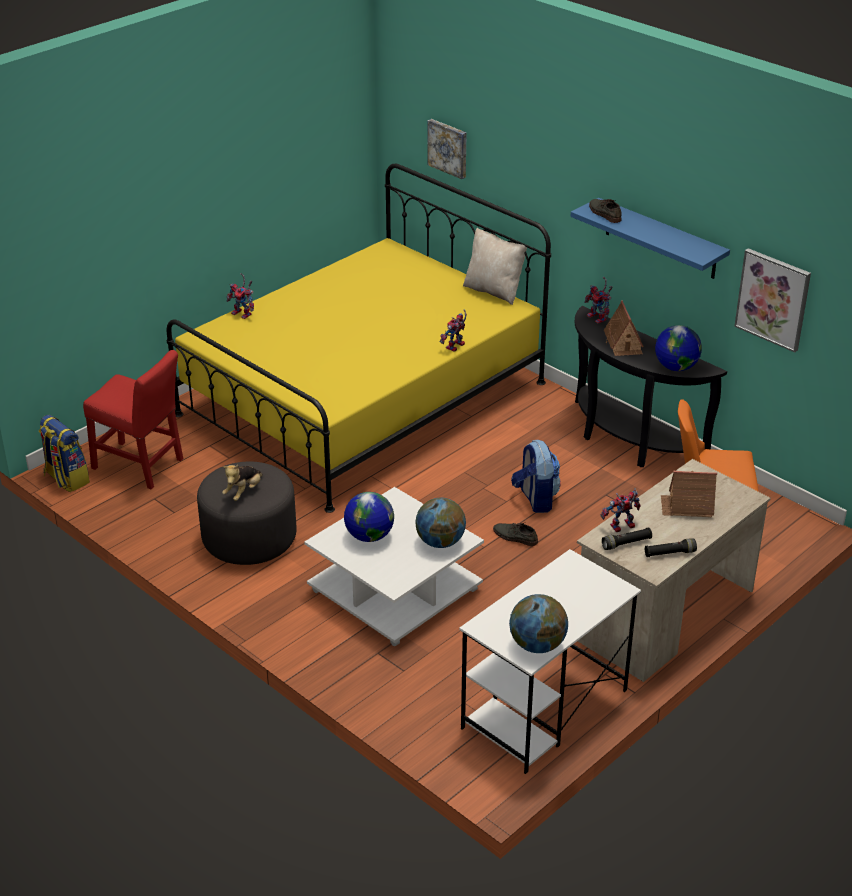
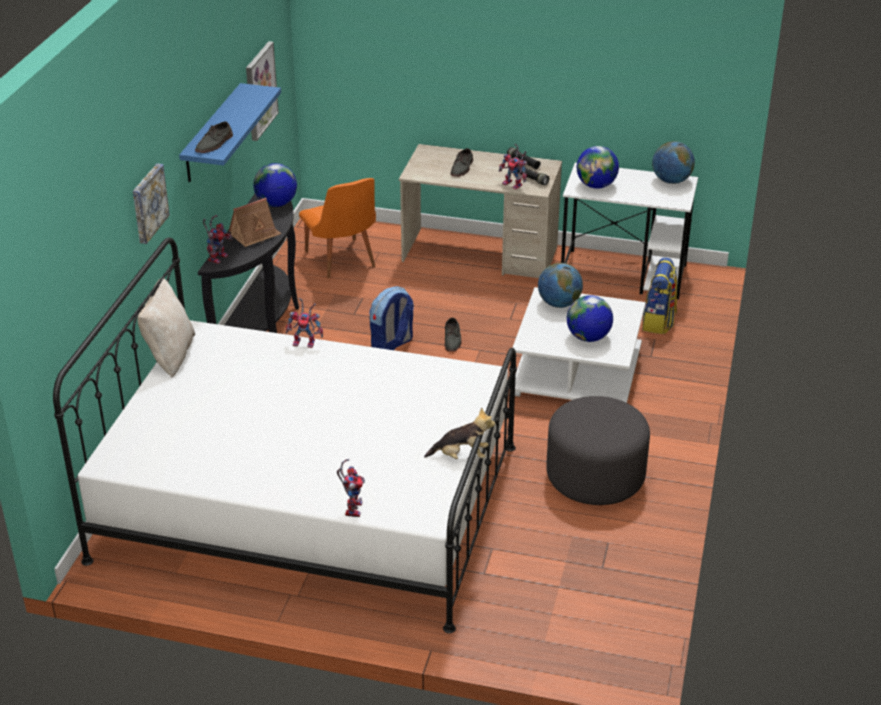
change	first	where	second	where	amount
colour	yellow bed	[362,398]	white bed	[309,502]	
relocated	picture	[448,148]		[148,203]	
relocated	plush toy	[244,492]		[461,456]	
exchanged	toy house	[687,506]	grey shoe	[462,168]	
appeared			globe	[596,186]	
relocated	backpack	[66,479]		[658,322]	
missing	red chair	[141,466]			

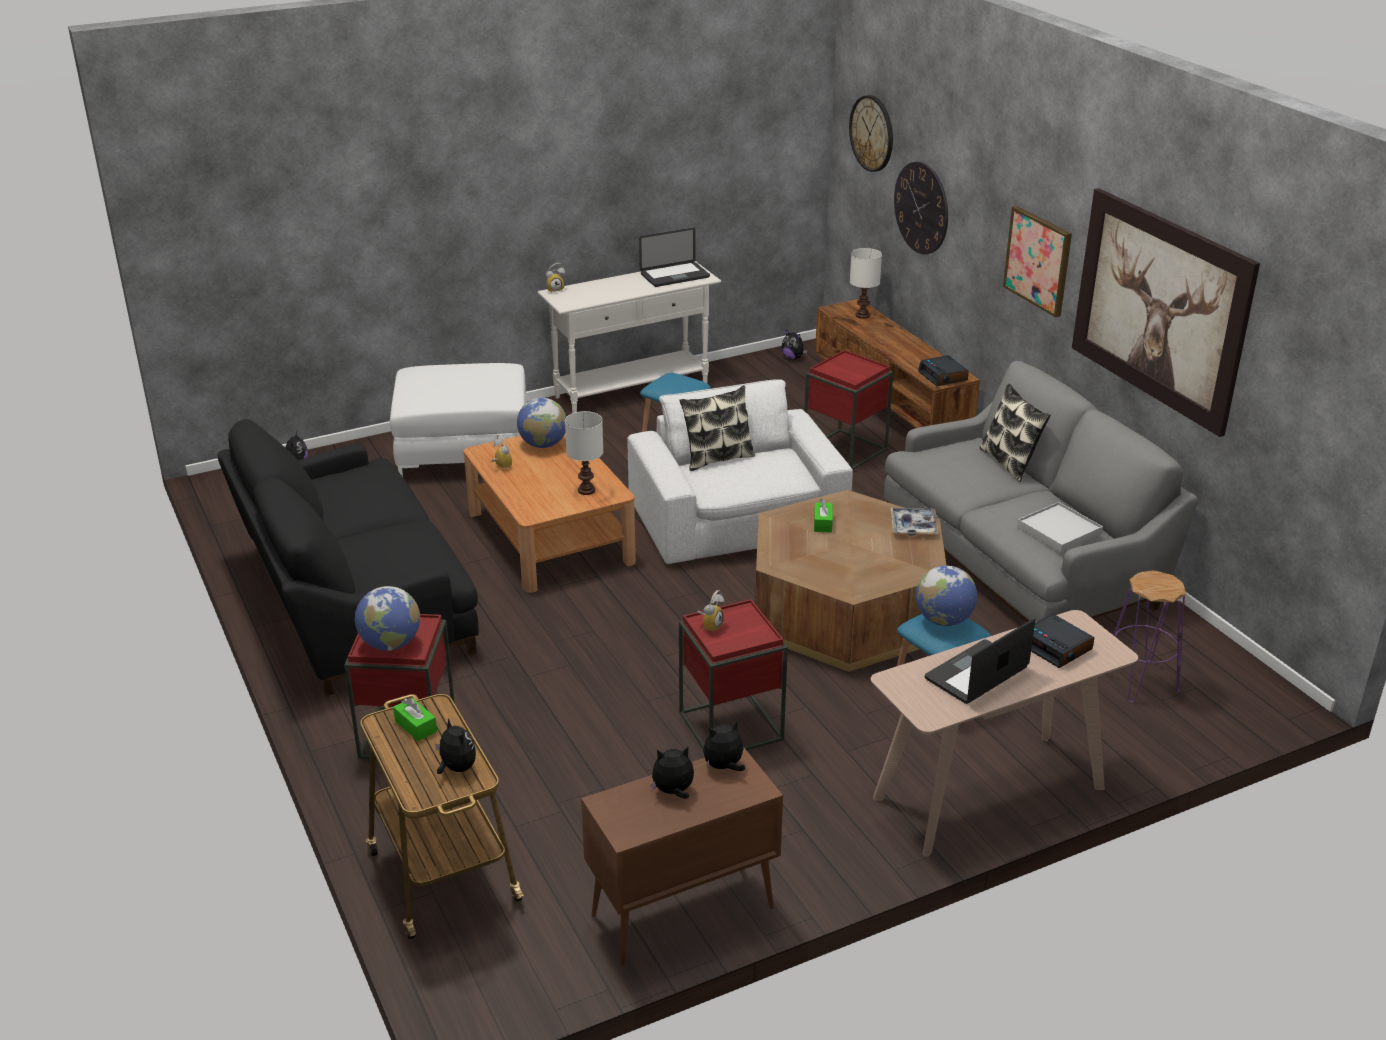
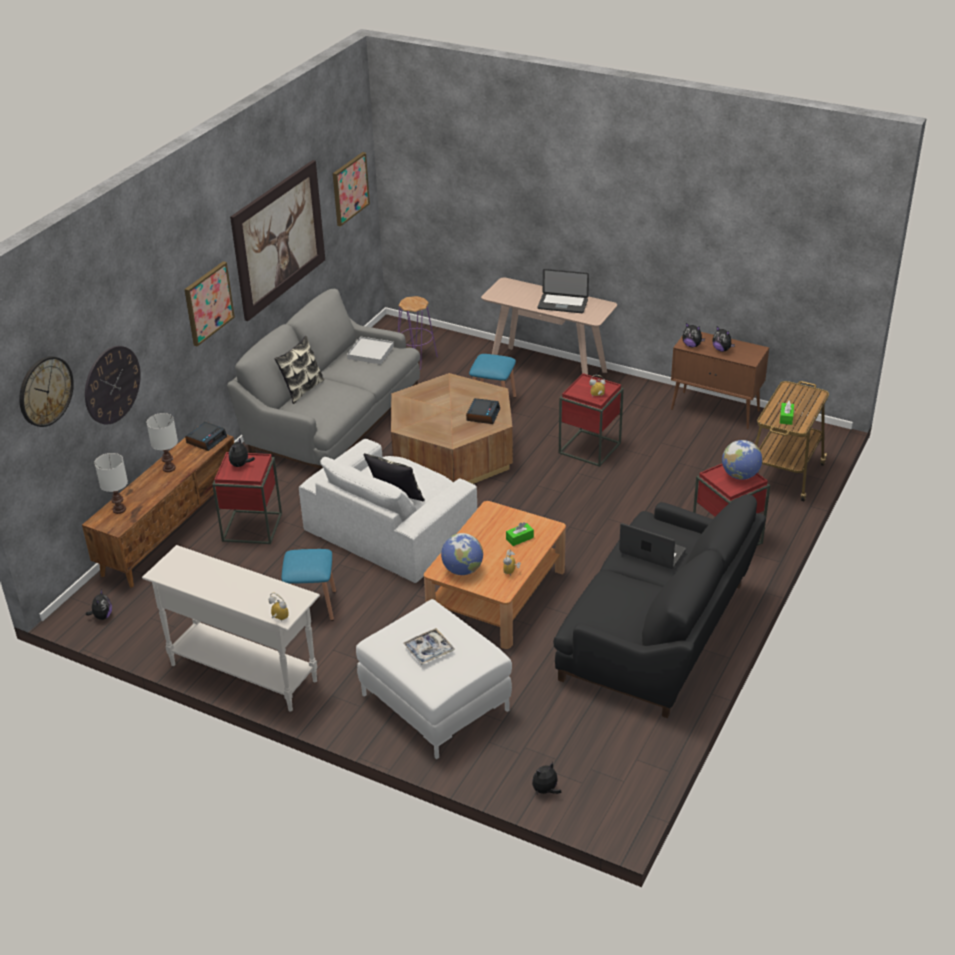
change	first	where	second	where	amount
relocated	white table lamp	[586,490]		[168,468]	
relocated	plush toy	[456,768]		[241,465]	
appeared			picture	[349,188]	
relocated	tray	[913,526]		[429,650]	
relocated	alarm clock	[1056,647]		[483,415]	
relocated	green tissue box	[823,523]		[519,538]	
relocated	laptop	[674,276]		[652,551]	
missing	globe	[943,620]			

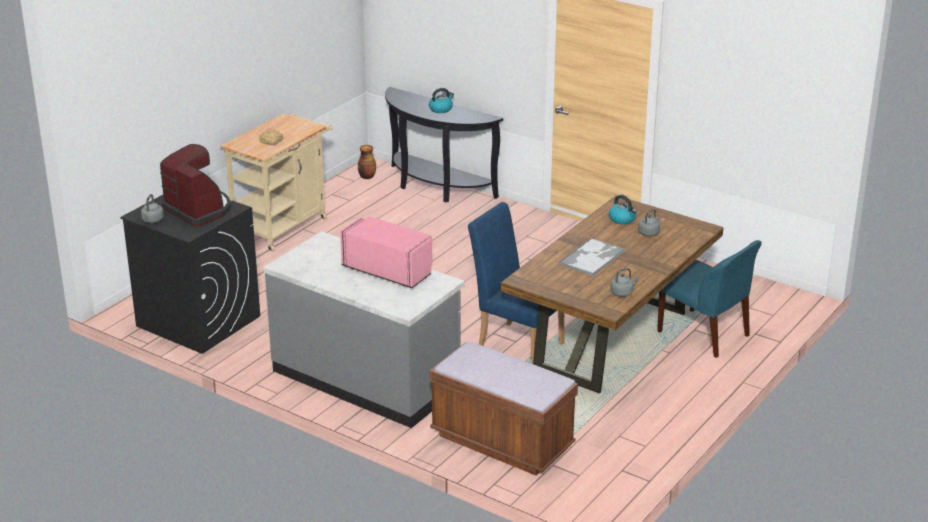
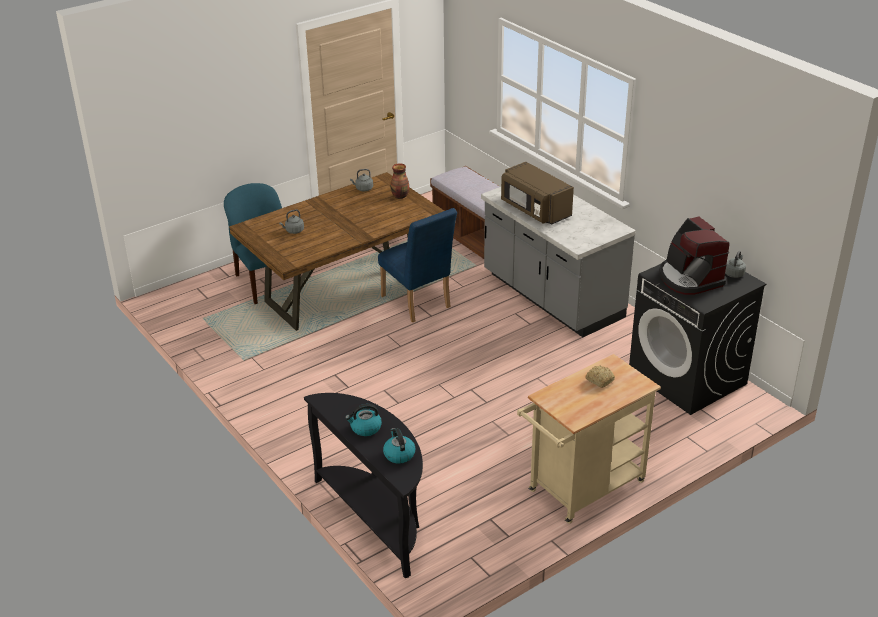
change	first	where	second	where	amount
relocated	kettle	[622,219]		[399,454]	
relocated	vase	[366,177]		[400,196]	
colour	pink microwave	[388,270]	brown microwave	[534,210]	
missing	tray	[592,257]			

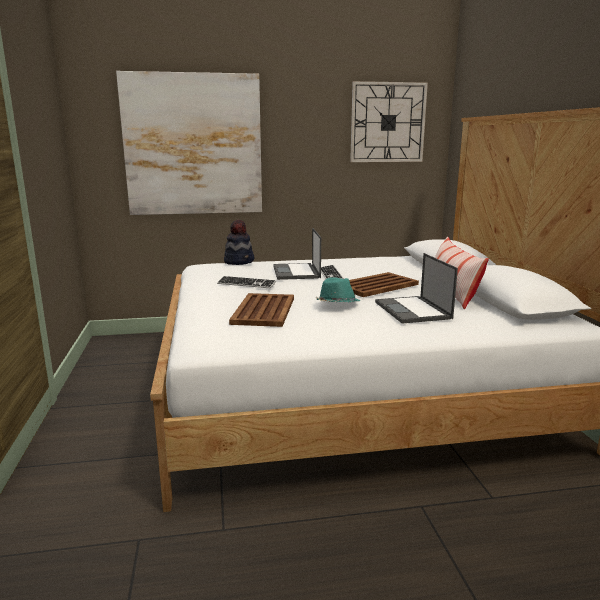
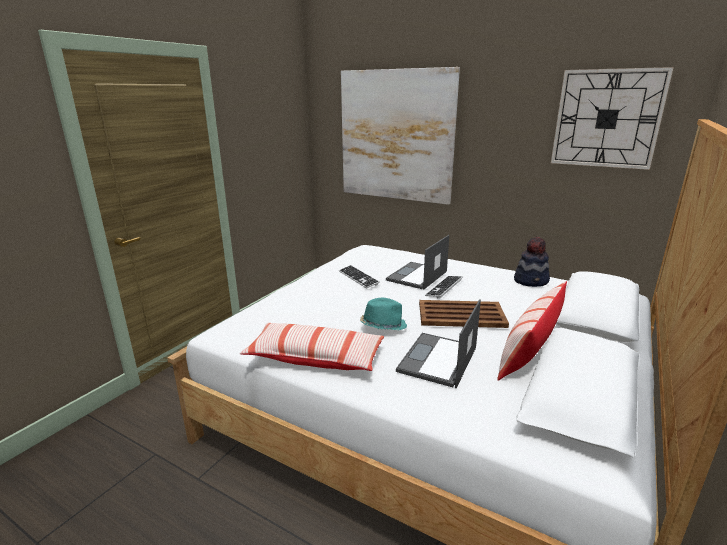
change	first	where	second	where	amount
appeared			pillow	[315,358]	
relocated	hat	[239,261]		[531,281]	
missing	brown tray	[264,310]			

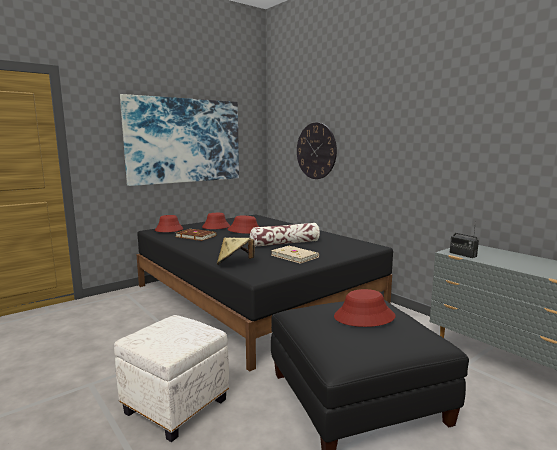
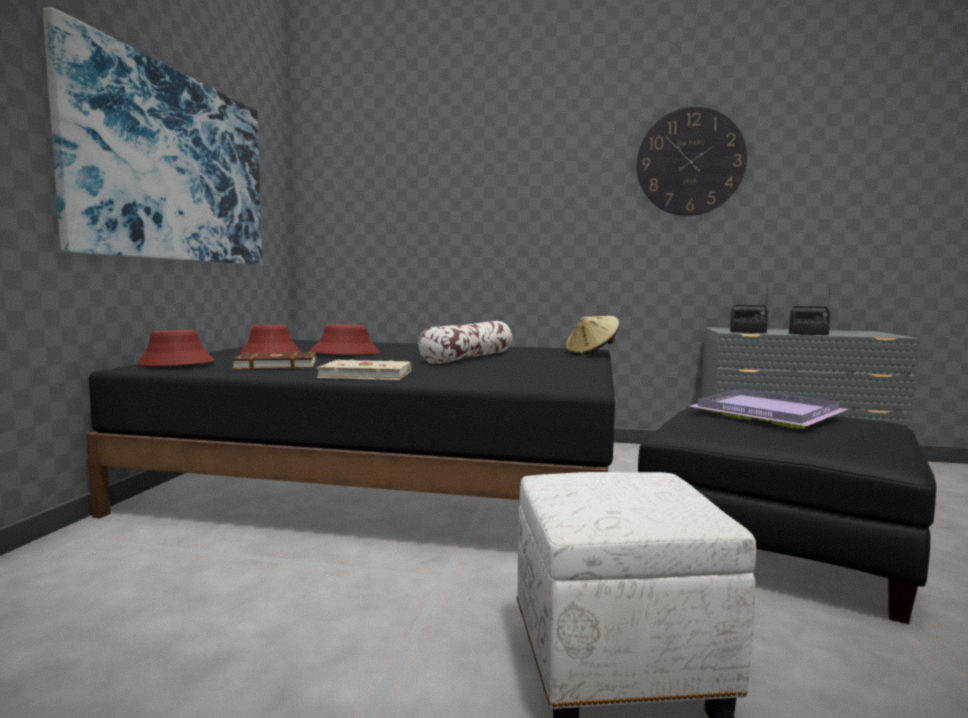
change	first	where	second	where	amount
relocated	beige book	[295,256]		[366,374]	
relocated	beige hat	[234,263]		[592,353]	
relocated	wall clock	[316,151]		[690,162]	
exchanged	red hat	[364,317]	purple tray	[768,413]	
appeared			radio	[808,334]	

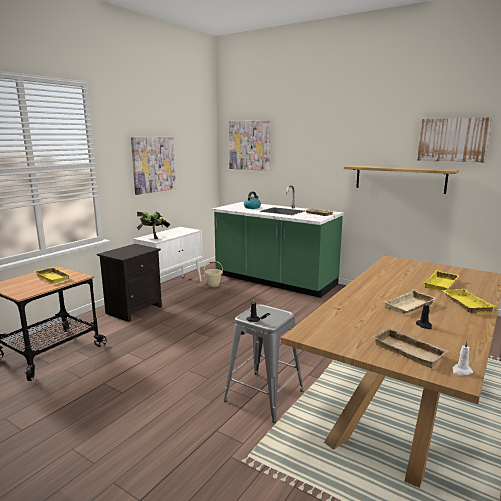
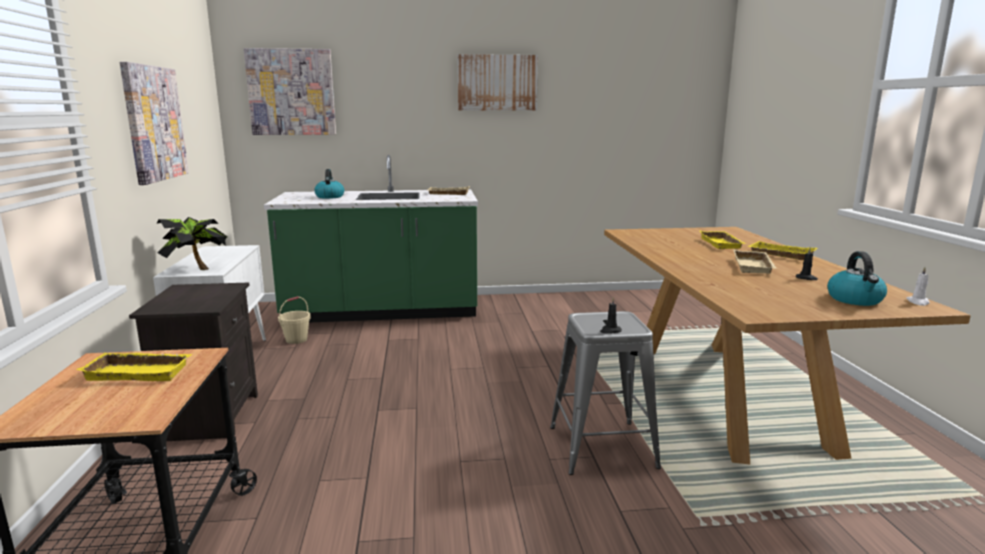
change	first	where	second	where	amount
relocated	picture	[453,140]		[497,83]	
exchanged	beige tray	[410,351]	kettle	[855,300]	
missing	shelf	[399,179]			

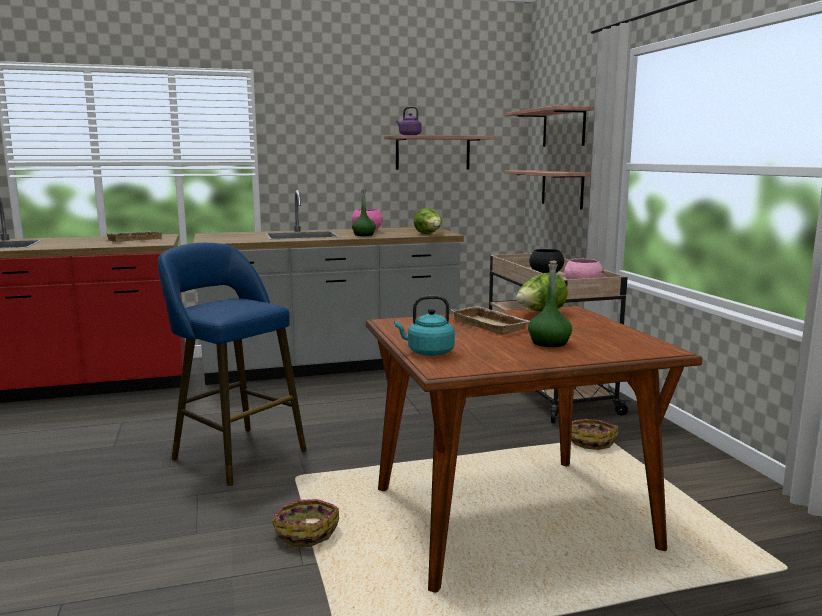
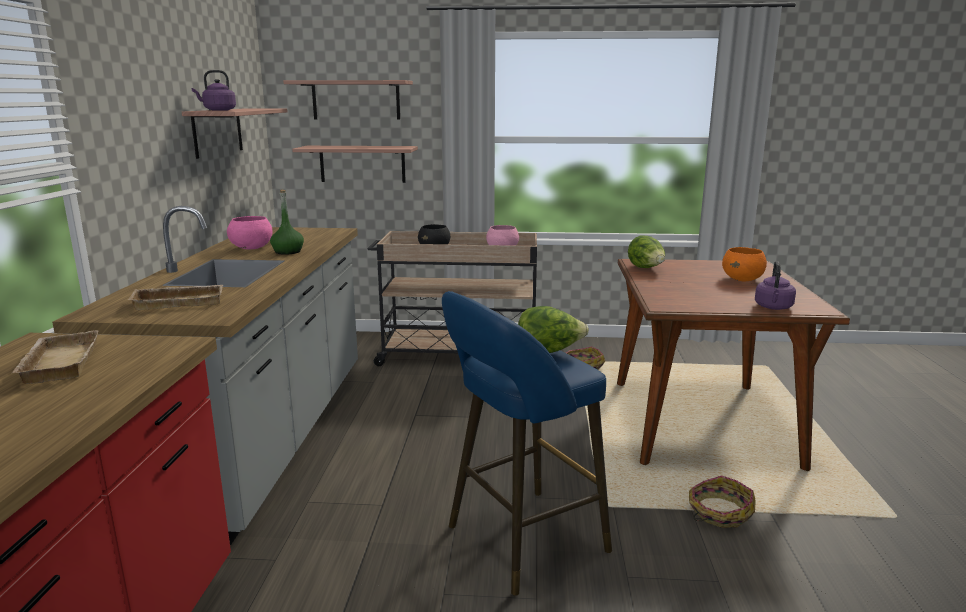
change	first	where	second	where	amount
relocated	beige tray	[492,325]		[180,302]	
relocated	lettuce	[428,234]		[549,352]	
exchanged	green bottle	[549,343]	orange bowl	[742,279]	
colour	turquoise kettle	[428,352]	purple kettle	[773,307]	

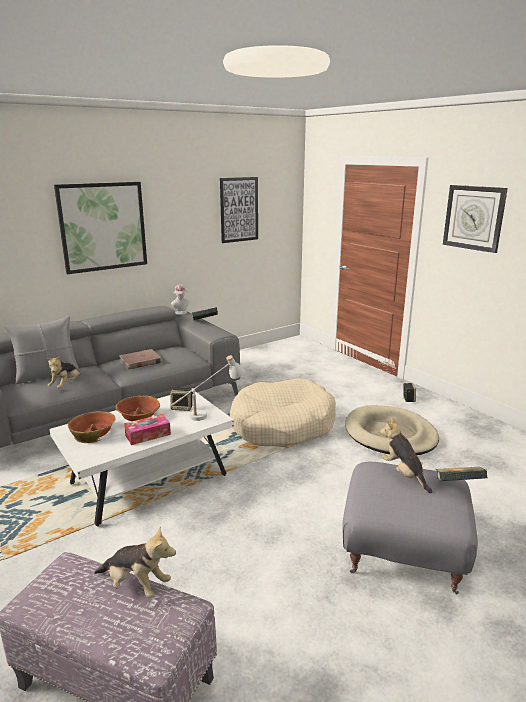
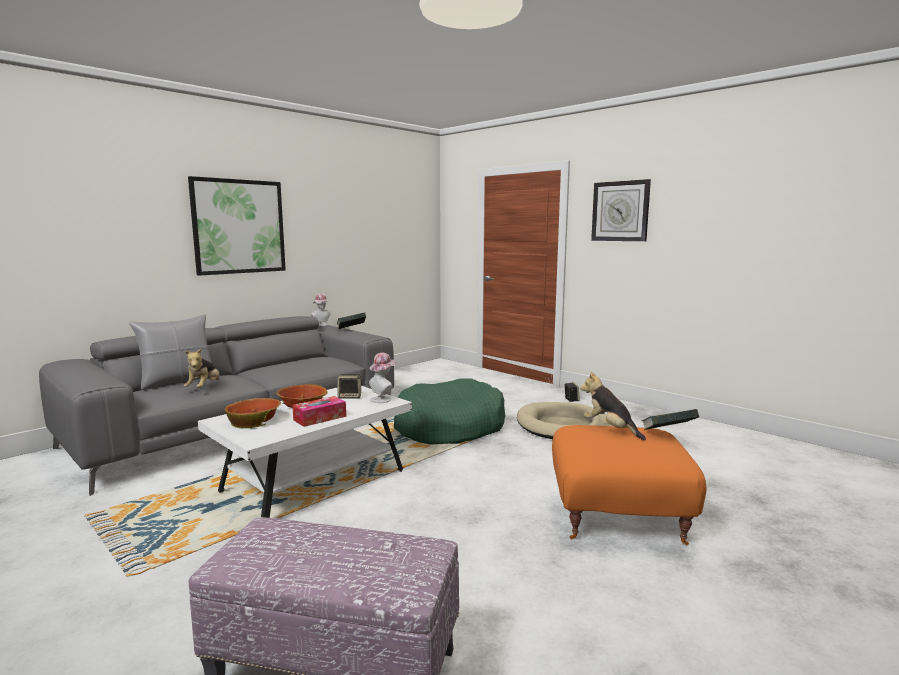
change	first	where	second	where	amount
exchanged	white table lamp	[209,413]	hat	[383,399]	
colour	beige dog bed	[282,425]	green dog bed	[449,427]	
colour	grey ottoman	[403,554]	orange ottoman	[619,518]	
missing	plush toy	[136,584]			
missing	brown book	[140,361]			
missing	picture	[239,209]			

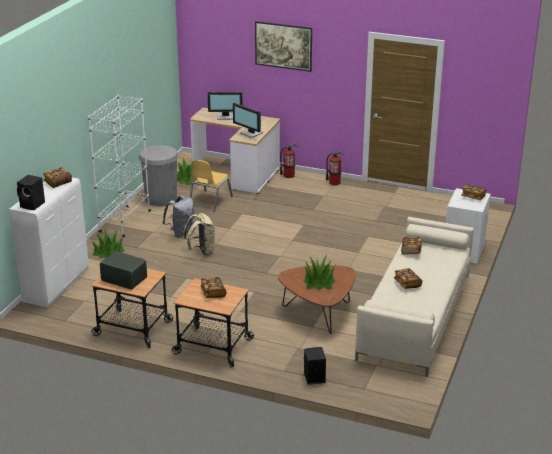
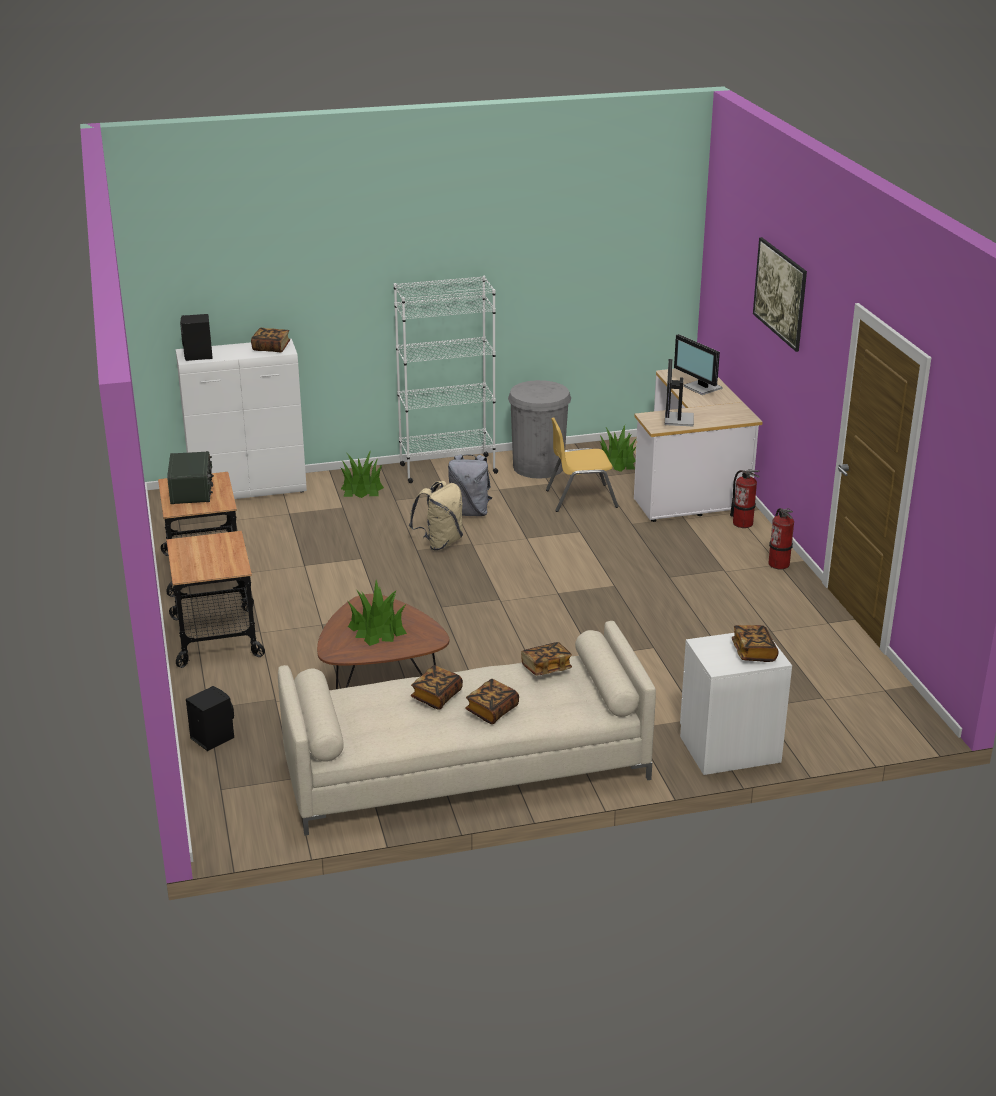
change	first	where	second	where	amount
relocated	book	[213,293]		[492,711]	

